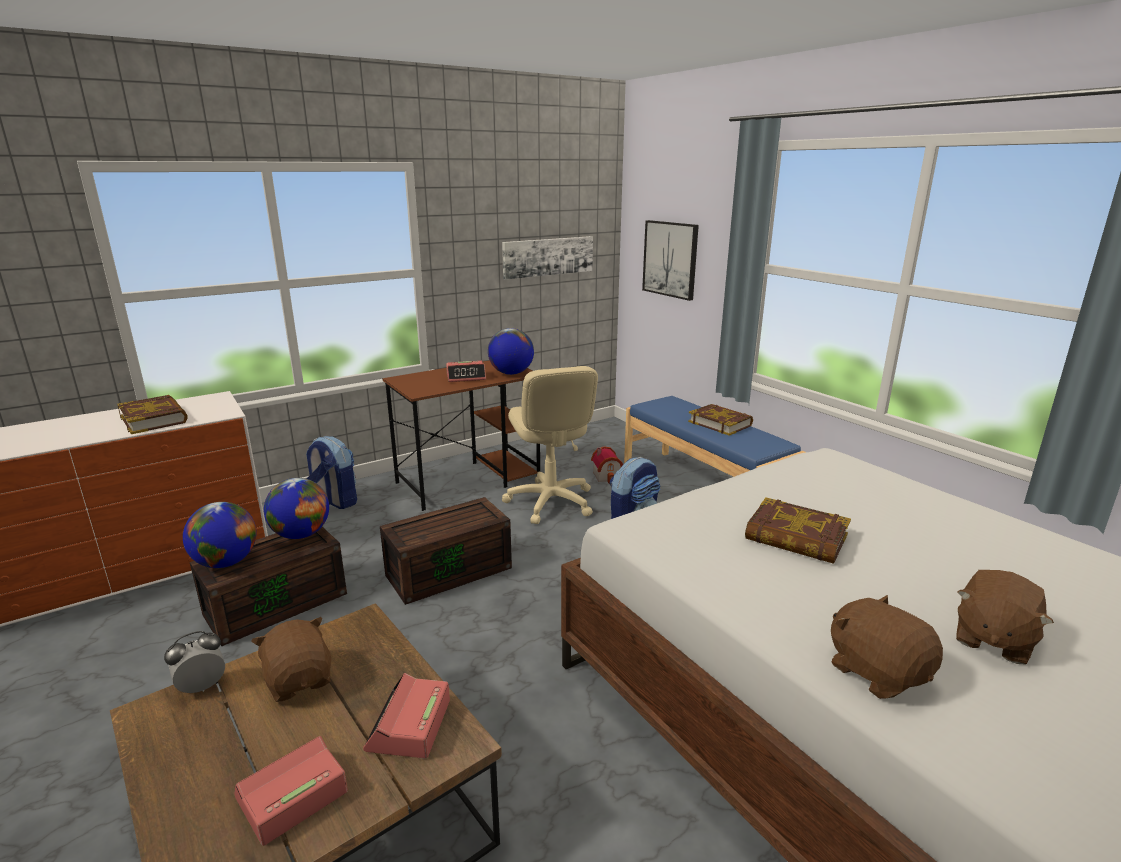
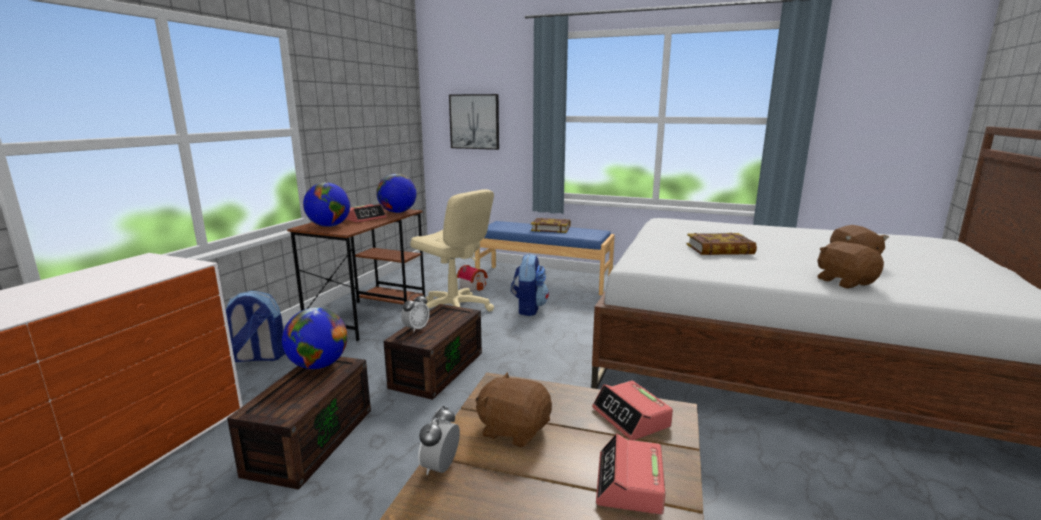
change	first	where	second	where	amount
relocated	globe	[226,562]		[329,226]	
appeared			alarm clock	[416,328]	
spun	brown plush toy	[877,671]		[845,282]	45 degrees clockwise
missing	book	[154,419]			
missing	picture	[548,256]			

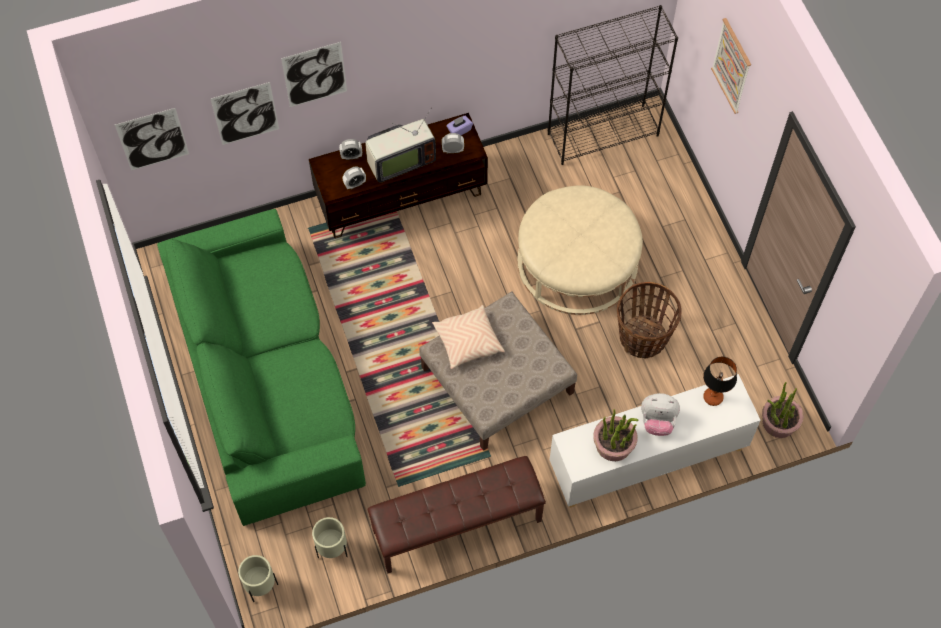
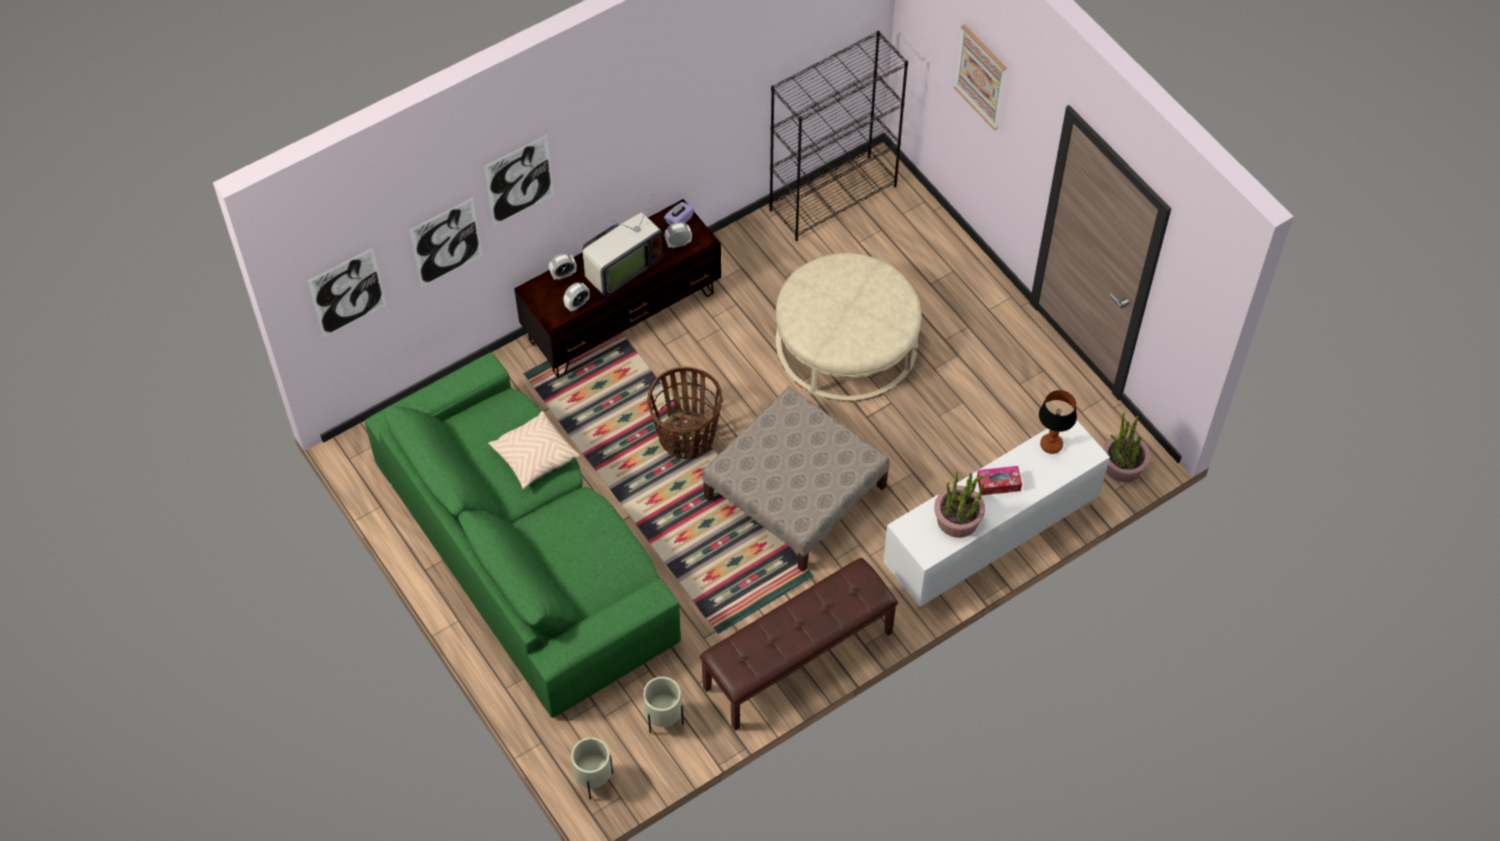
change	first	where	second	where	amount
relocated	beige pillow	[467,342]		[534,456]	
relocated	basket	[643,338]		[686,437]	
exchanged	plush toy	[657,421]	tissue box	[998,484]	

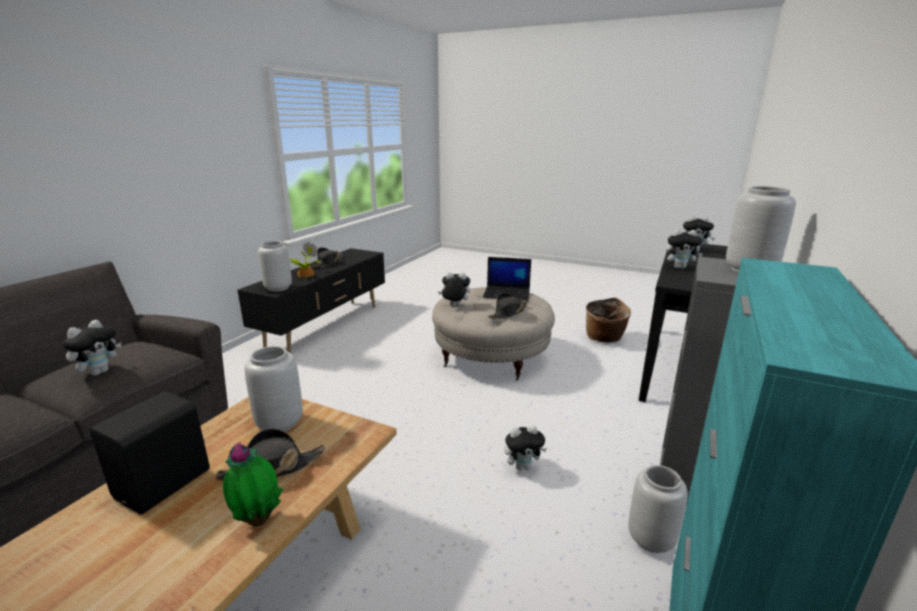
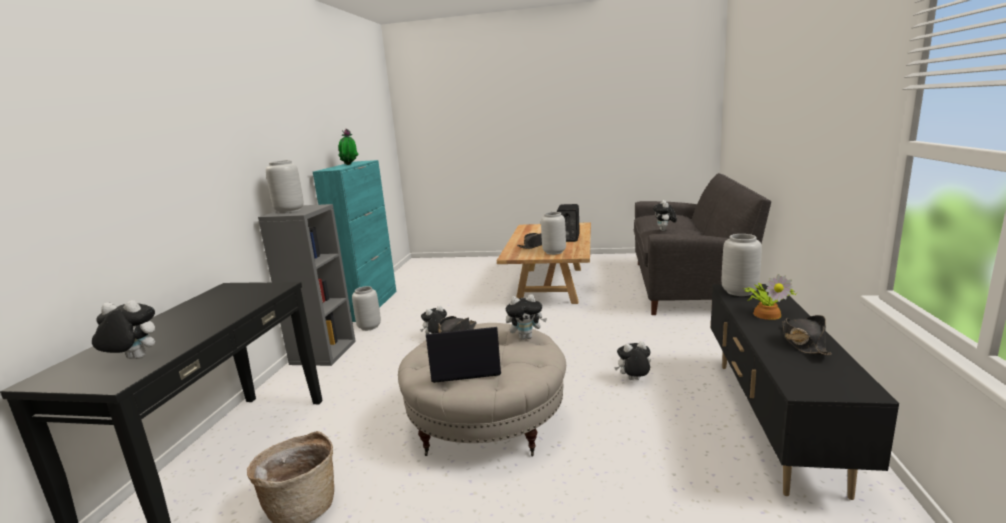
change	first	where	second	where	amount
relocated	potted plant	[258,519]		[349,165]	
relocated	plush toy	[680,267]		[633,380]	

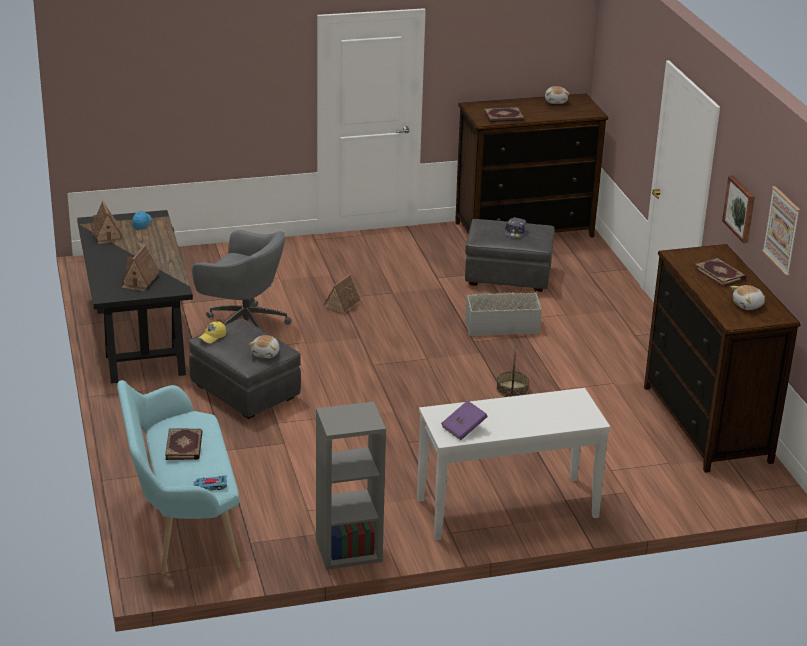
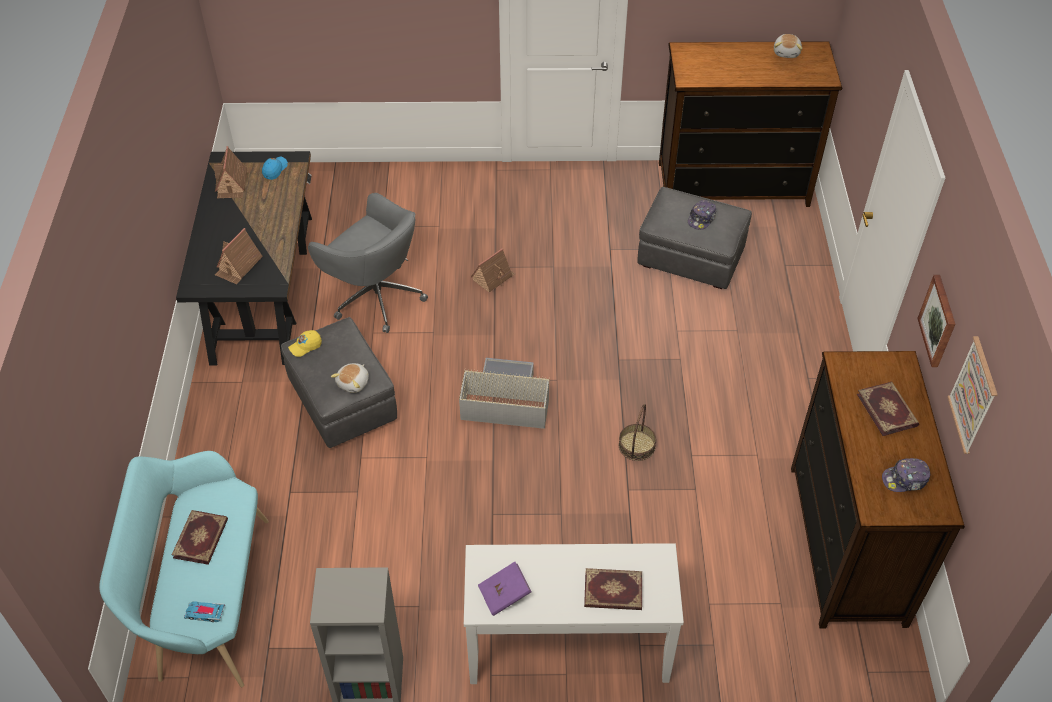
change	first	where	second	where	amount
relocated	grey storage box	[499,322]		[504,401]	
relocated	book	[503,117]		[613,592]	
exchanged	plush toy	[748,305]	cap	[905,480]	

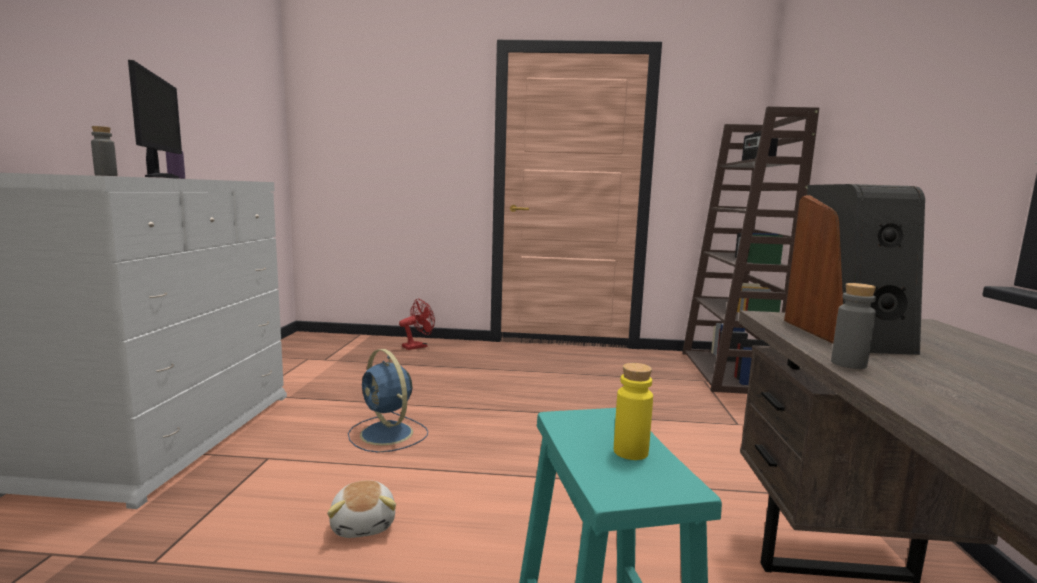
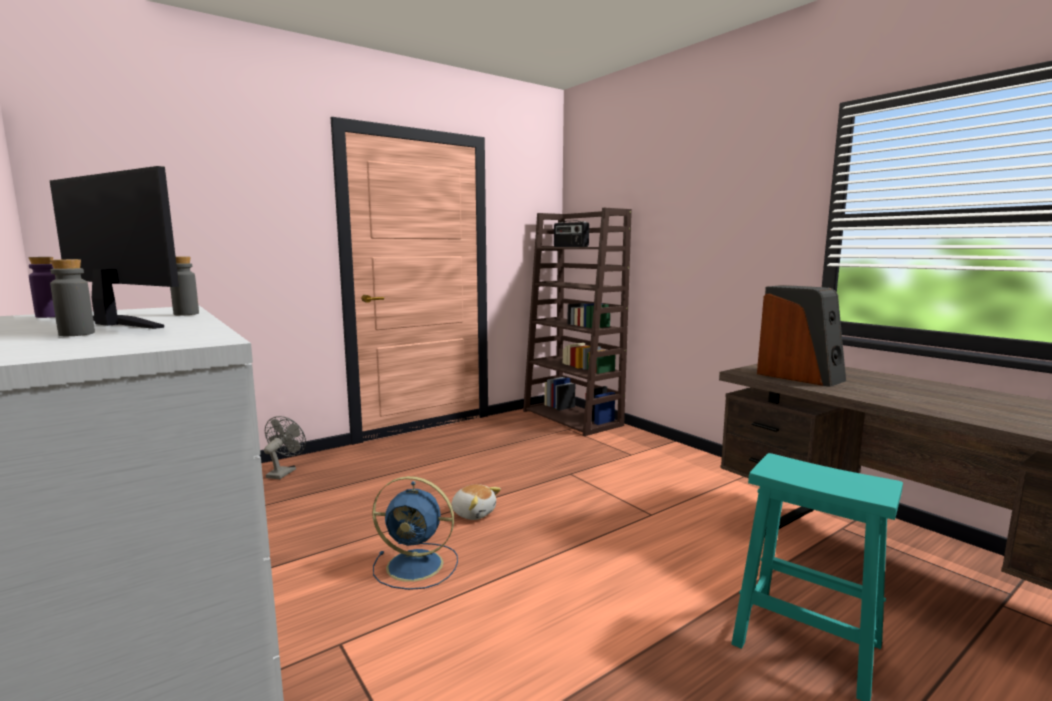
change	first	where	second	where	amount
relocated	grey bottle	[848,364]		[186,314]	
colour	red fan	[418,346]	grey fan	[284,472]	
relocated	plush toy	[364,524]		[474,513]	
missing	yellow bottle	[630,452]			

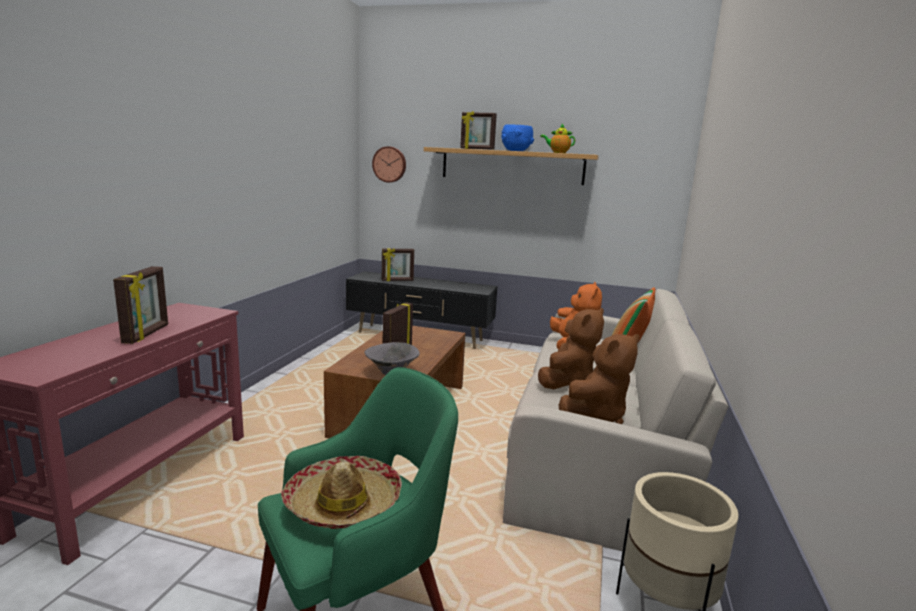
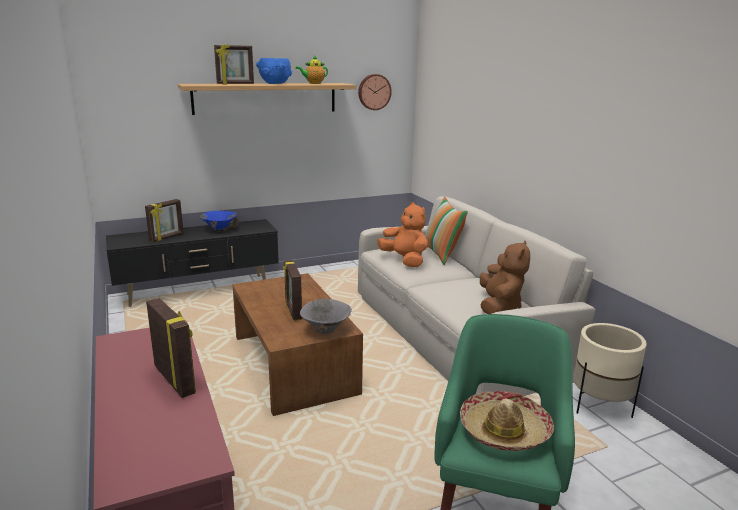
change	first	where	second	where	amount
appeared			blue bowl	[220,230]	
relocated	wall clock	[389,164]		[374,92]	
missing	brown plush toy	[567,382]			

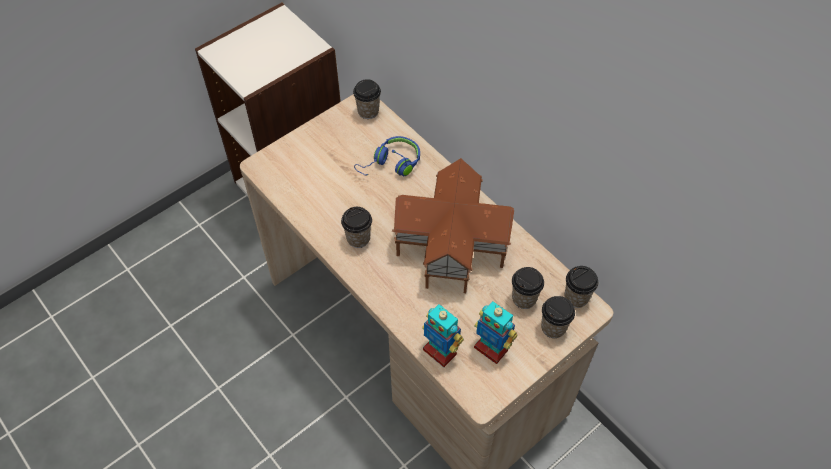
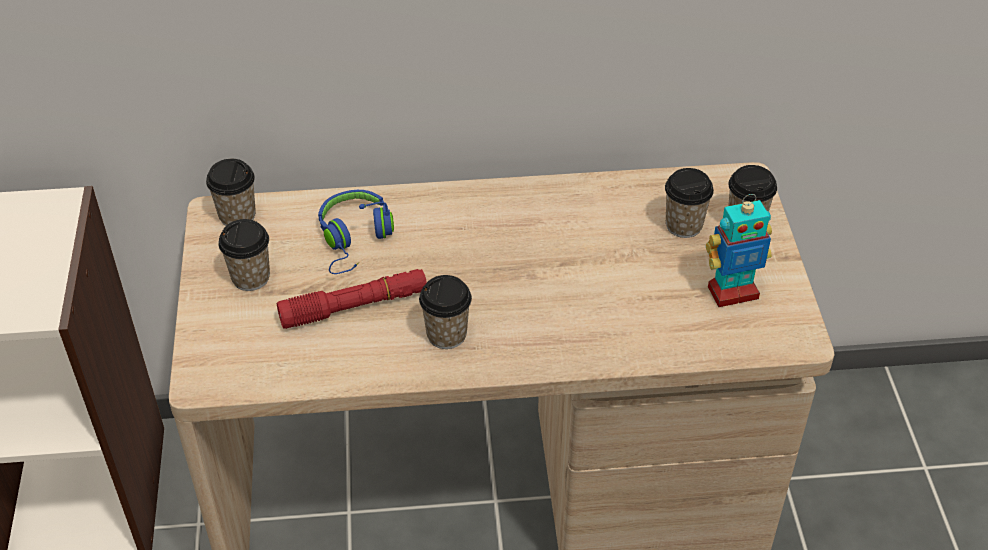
change	first	where	second	where	amount
relocated	cup	[576,297]		[250,277]	
appeared			red flashlight	[354,307]	
missing	toy house	[453,247]			
missing	toy robot	[440,351]			

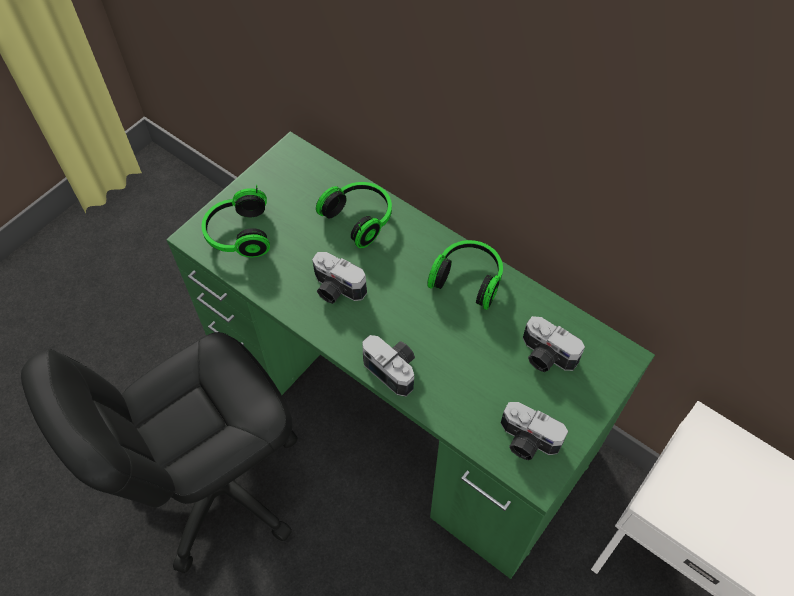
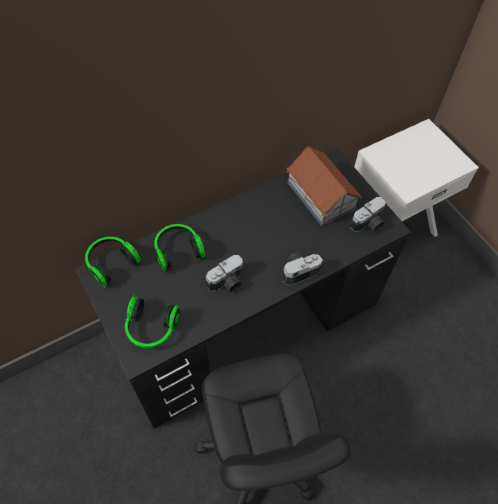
change	first	where	second	where	amount
colour	green desk	[399,401]	black desk	[246,320]	
relocated	headphones	[468,279]		[111,263]	
exchanged	photo camera	[545,356]	toy house	[320,195]	

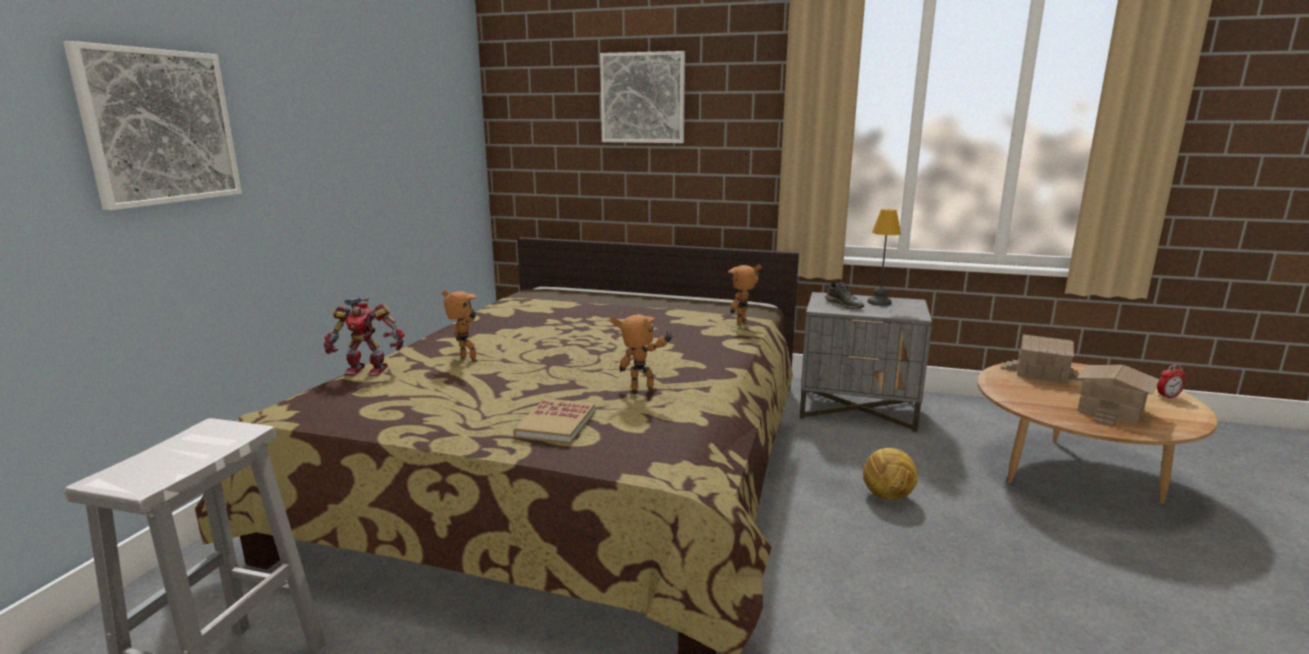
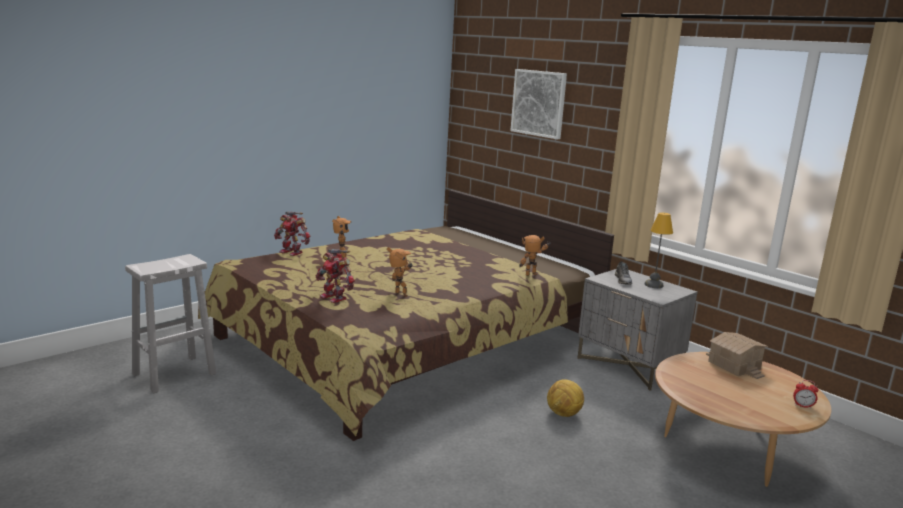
change	first	where	second	where	amount
exchanged	book	[556,424]	toy robot	[334,297]	
missing	picture	[159,127]			
missing	toy house	[1109,409]			

